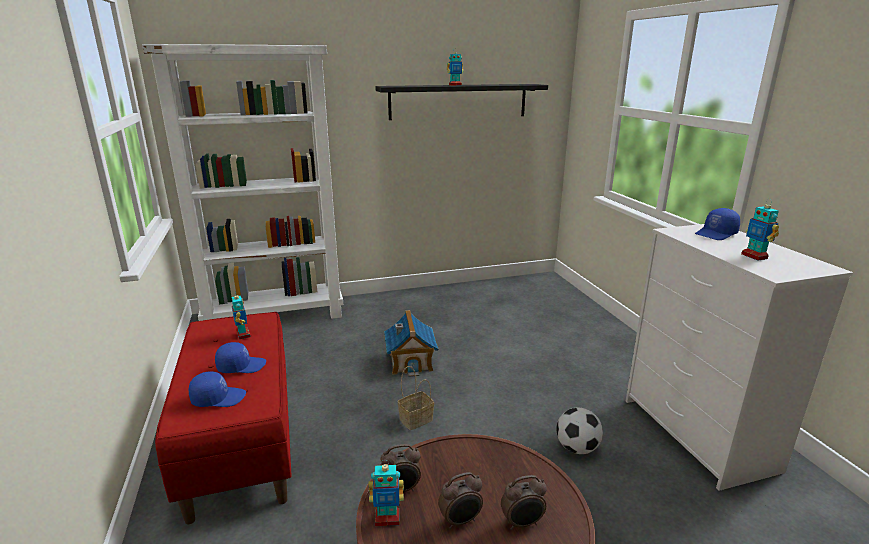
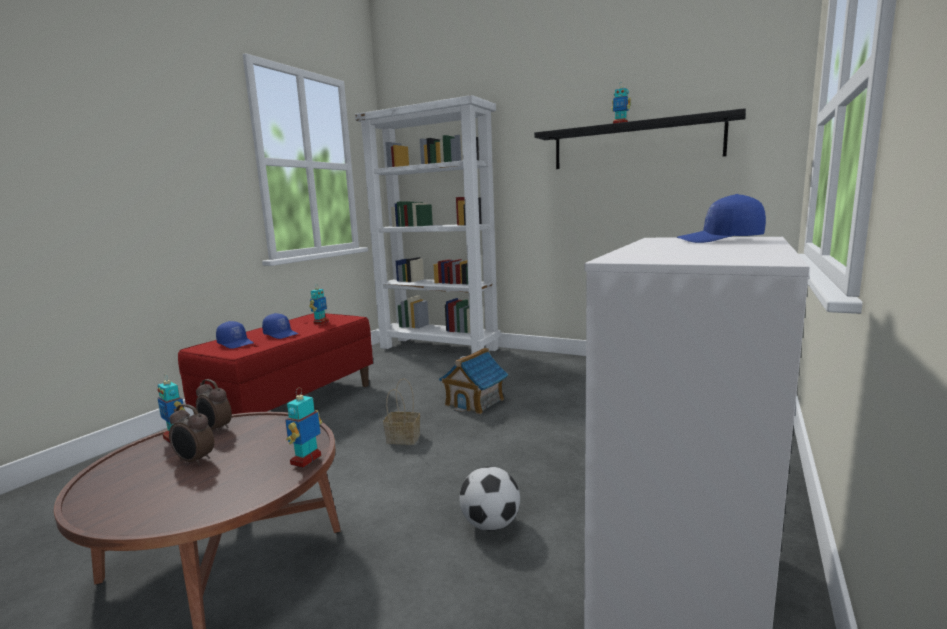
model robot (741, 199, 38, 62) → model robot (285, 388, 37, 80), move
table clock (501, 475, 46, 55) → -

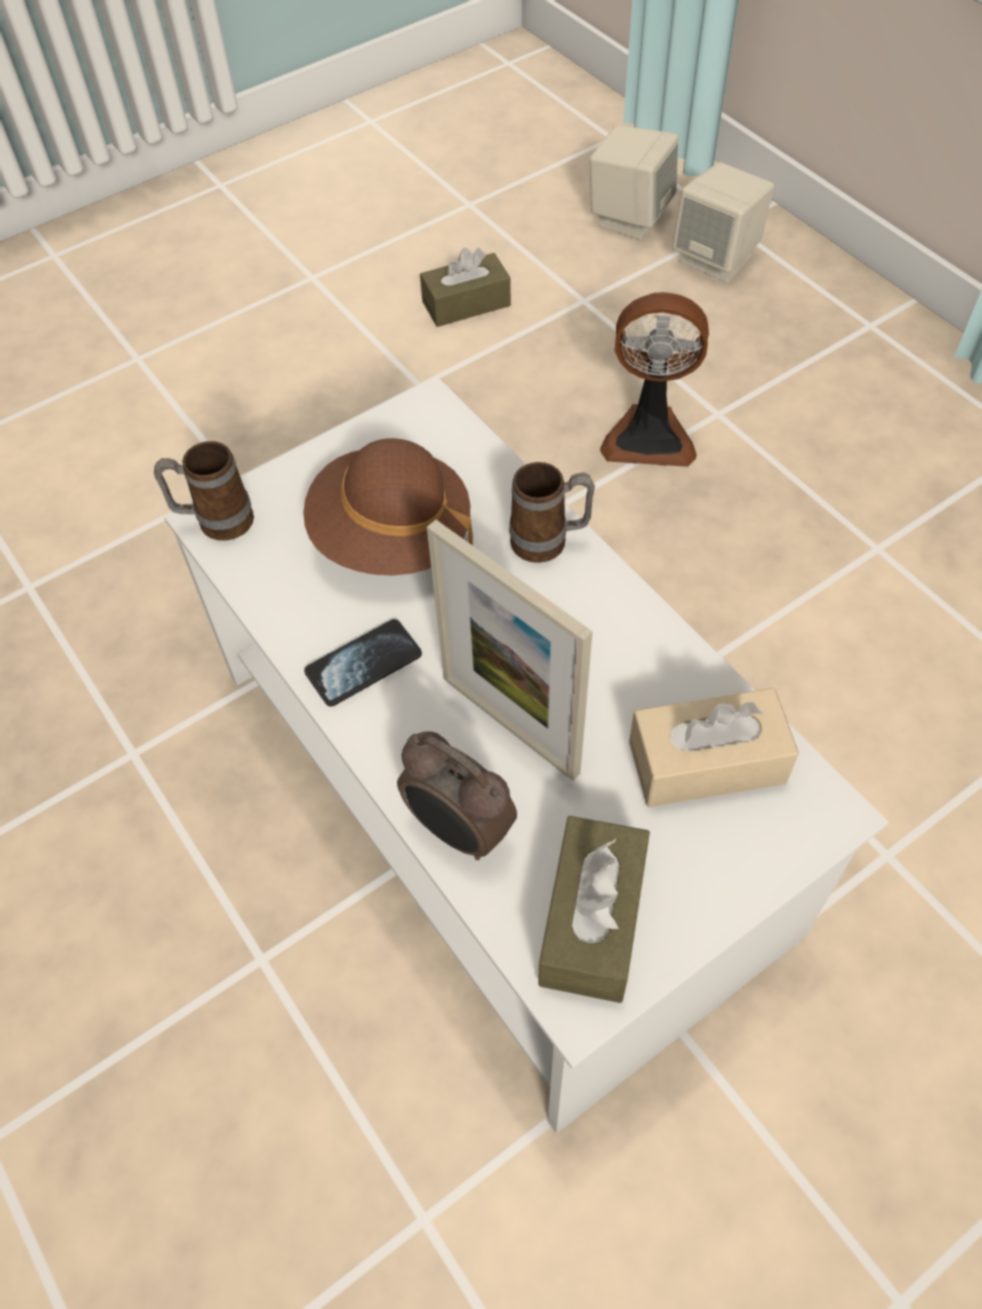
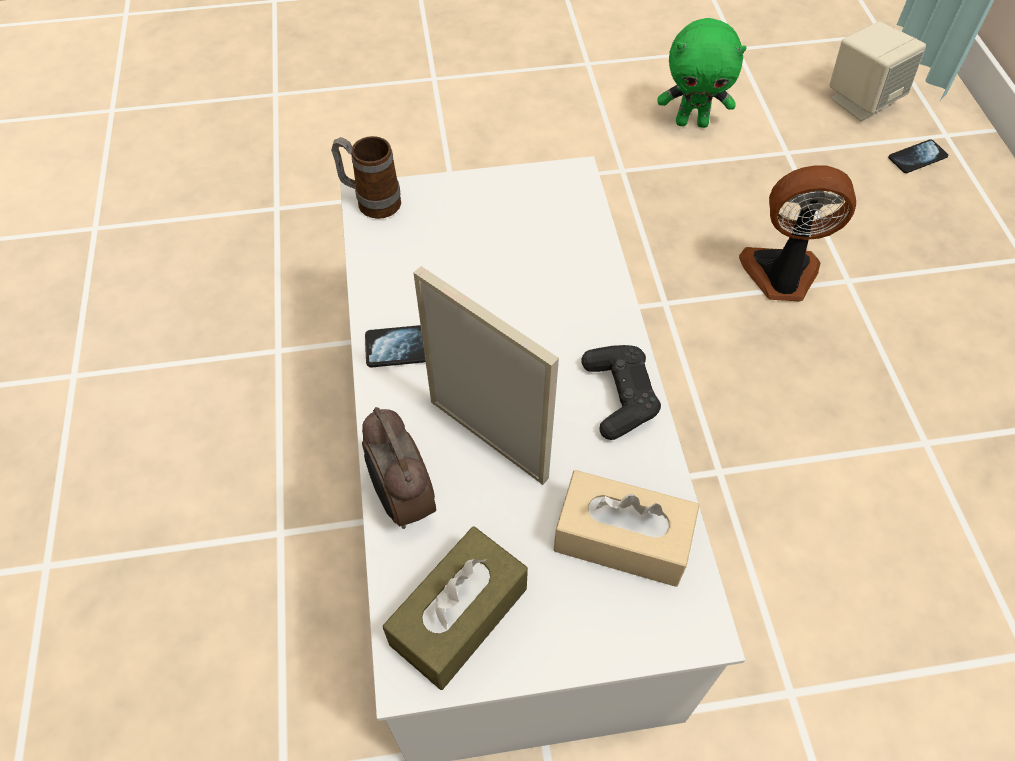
sand-coloured speaker (672, 162, 102, 120) → handset (888, 139, 60, 34)
brown-coloured tissue box (420, 248, 91, 79) → green-coloured soft toy (658, 18, 89, 110)
cooling fan (600, 292, 109, 175) → cooling fan (739, 165, 117, 136), 150 degrees clockwise
brown-coloured hat (303, 438, 170, 137) → -
tea mug (509, 462, 86, 101) → -
picture frame (427, 520, 166, 261) → picture frame (413, 266, 146, 219), 150 degrees clockwise
- → black-coloured gamepad (581, 345, 80, 95)

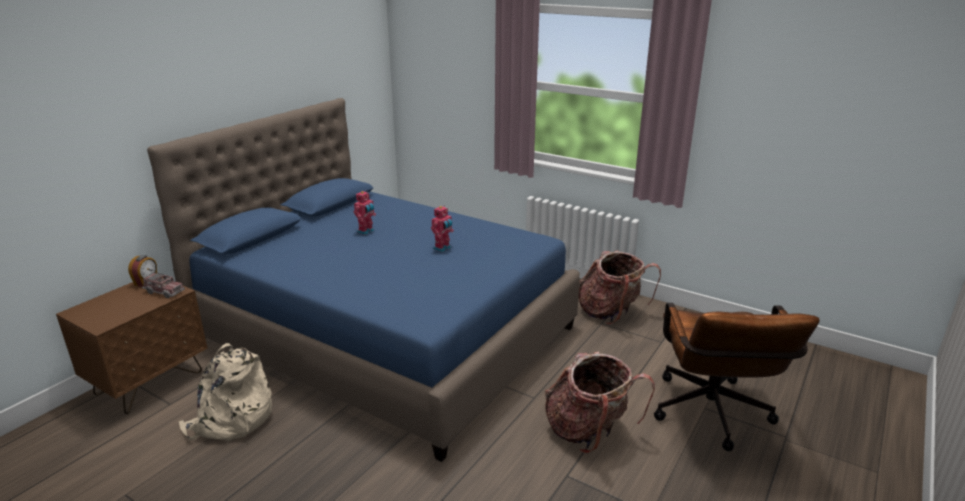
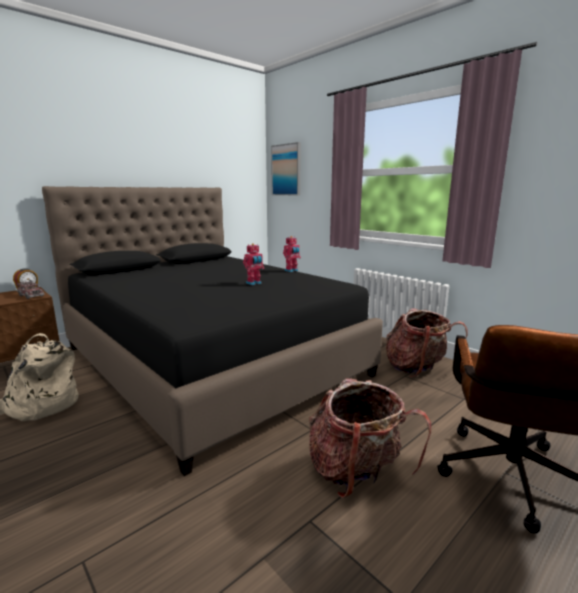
bluish sleeping bed (147, 98, 433, 364) → black-coloured sleeping bed (42, 186, 341, 290)
model robot (354, 191, 22, 44) → model robot (283, 236, 18, 36), move
- → picture (271, 142, 30, 53)

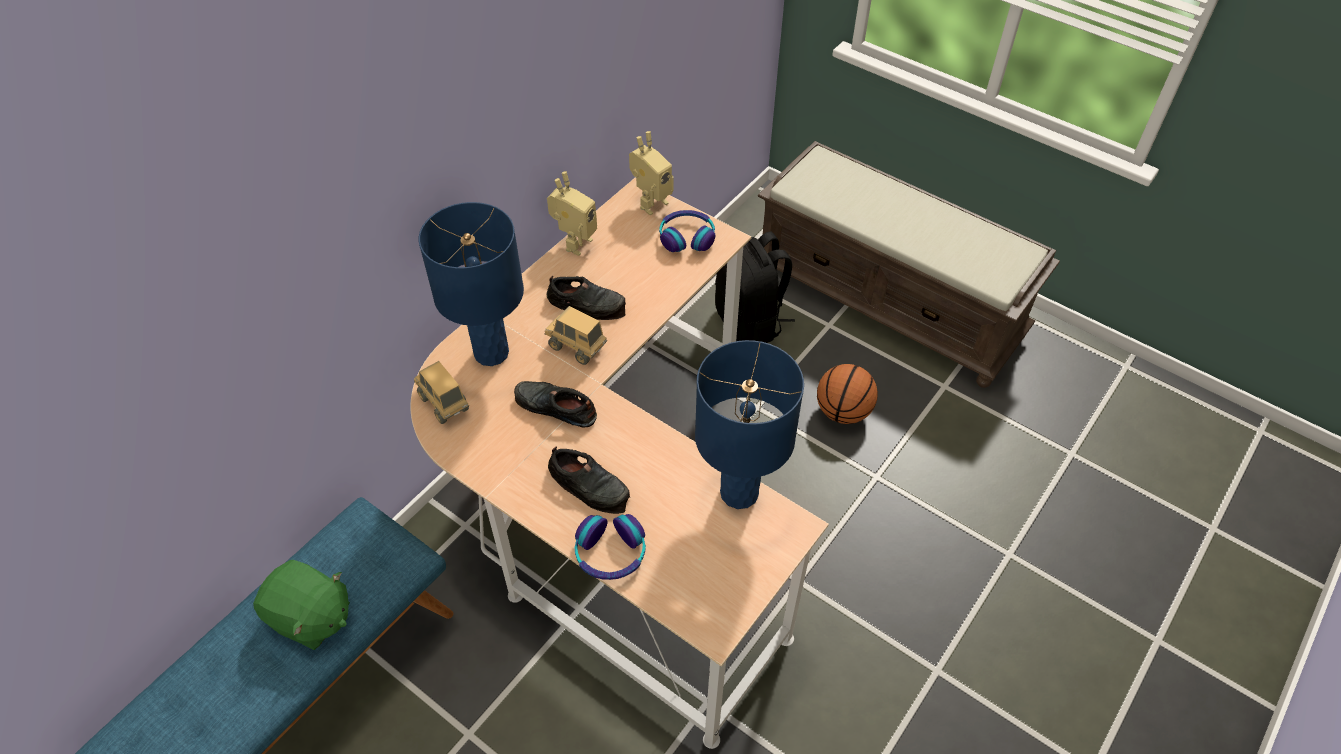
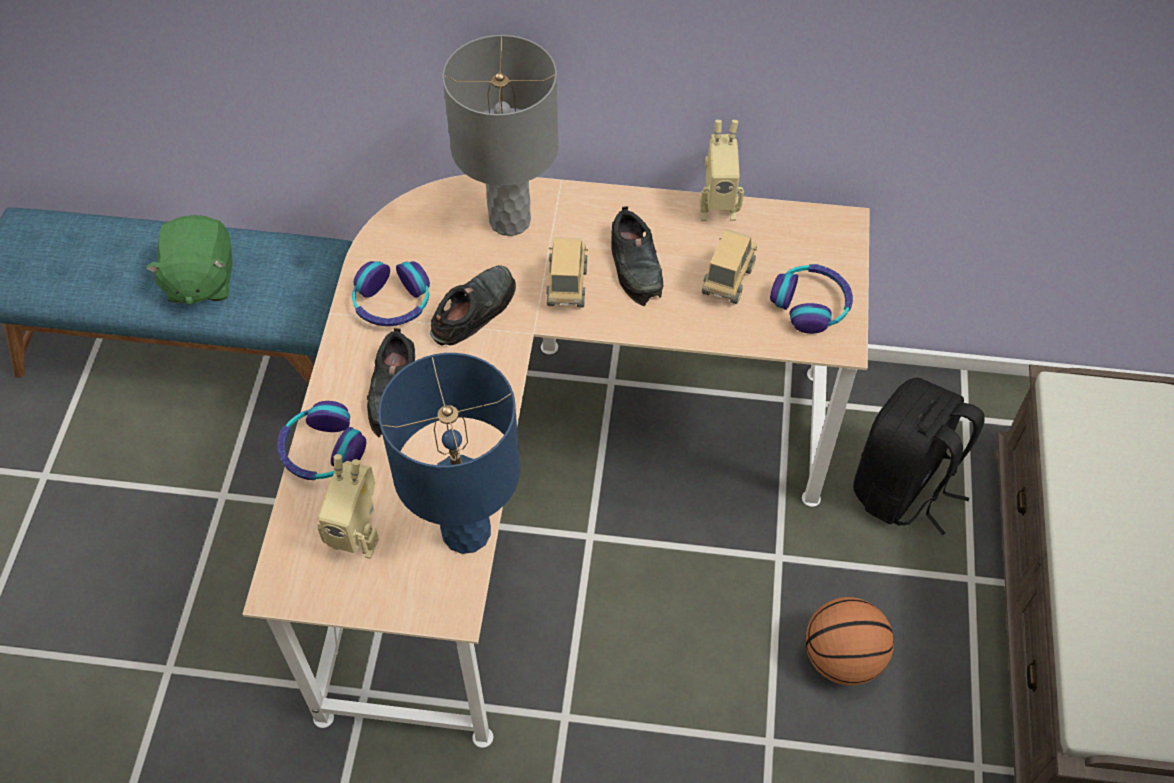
model robot (629, 131, 44, 84) → model robot (317, 454, 62, 105), move
bluish lamp for a table (419, 202, 105, 164) → gray lamp for a table (442, 35, 117, 201)
model truck (414, 361, 55, 63) → model truck (702, 229, 55, 75), move
black-coloured shoe (514, 381, 83, 46) → black-coloured shoe (430, 265, 86, 81), 45 degrees clockwise
- → headphones (352, 261, 78, 65)

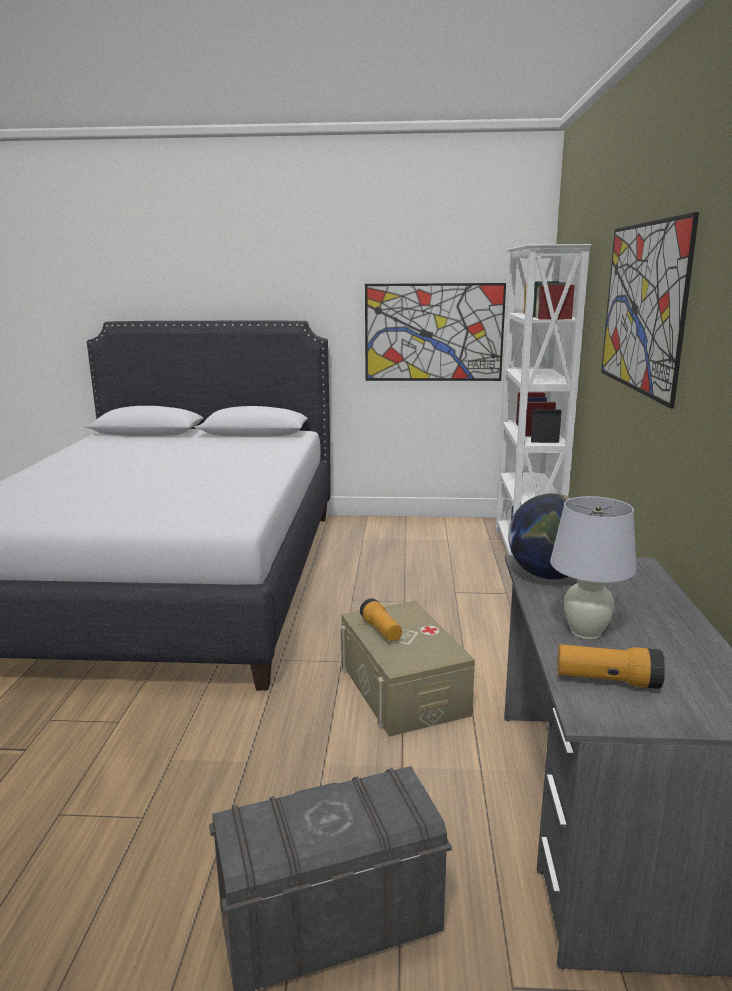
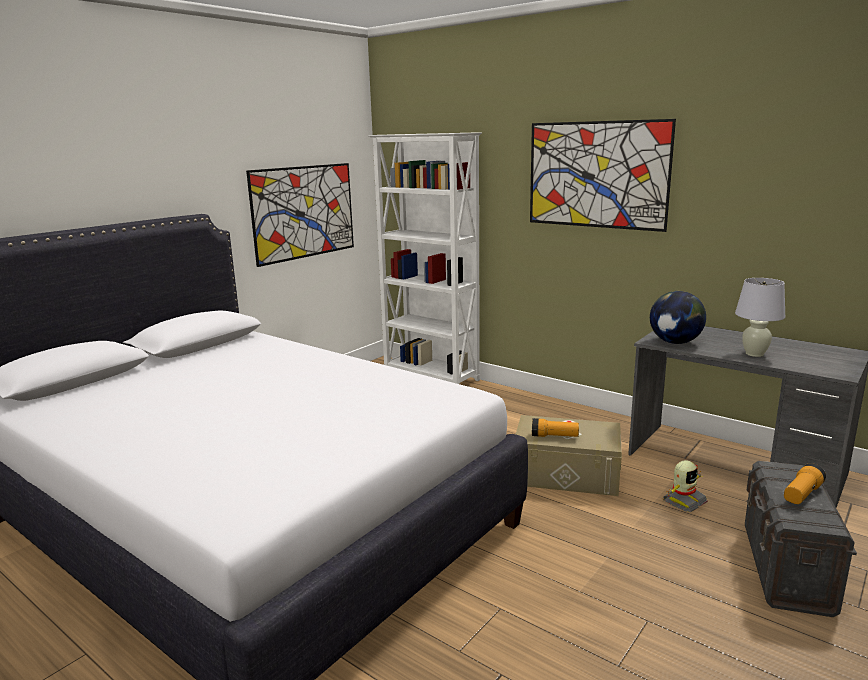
torch (557, 645, 108, 44) → torch (784, 463, 42, 41), move
- → model robot (663, 460, 45, 52)

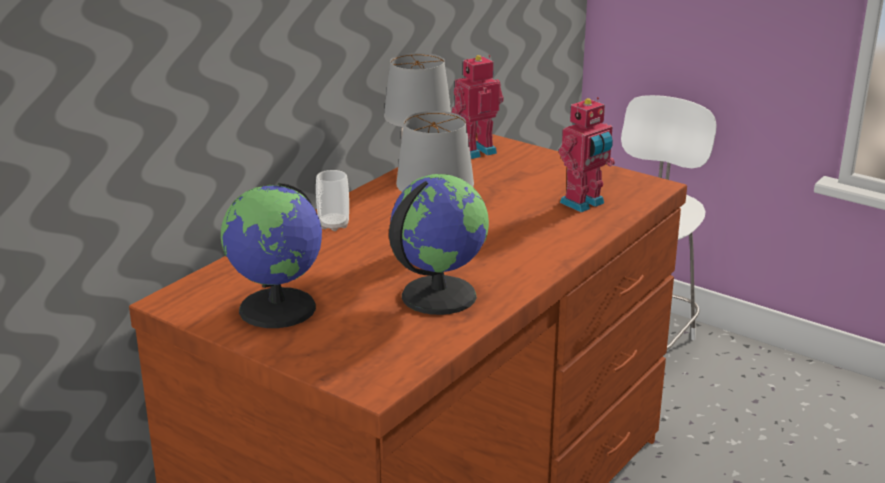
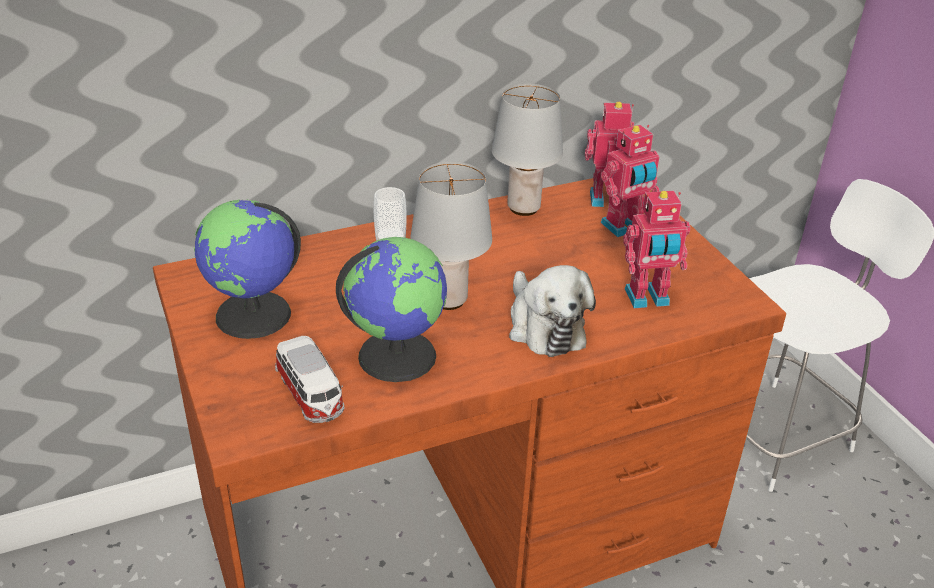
- → model robot (600, 125, 60, 112)
- → soft toy (509, 265, 87, 92)
- → model car (275, 336, 70, 87)

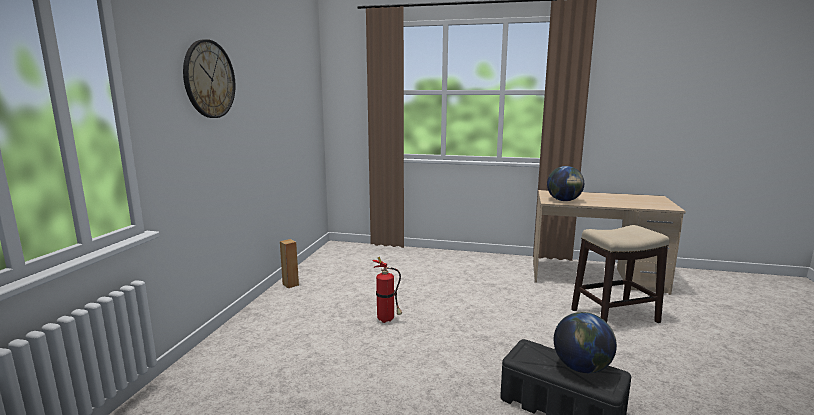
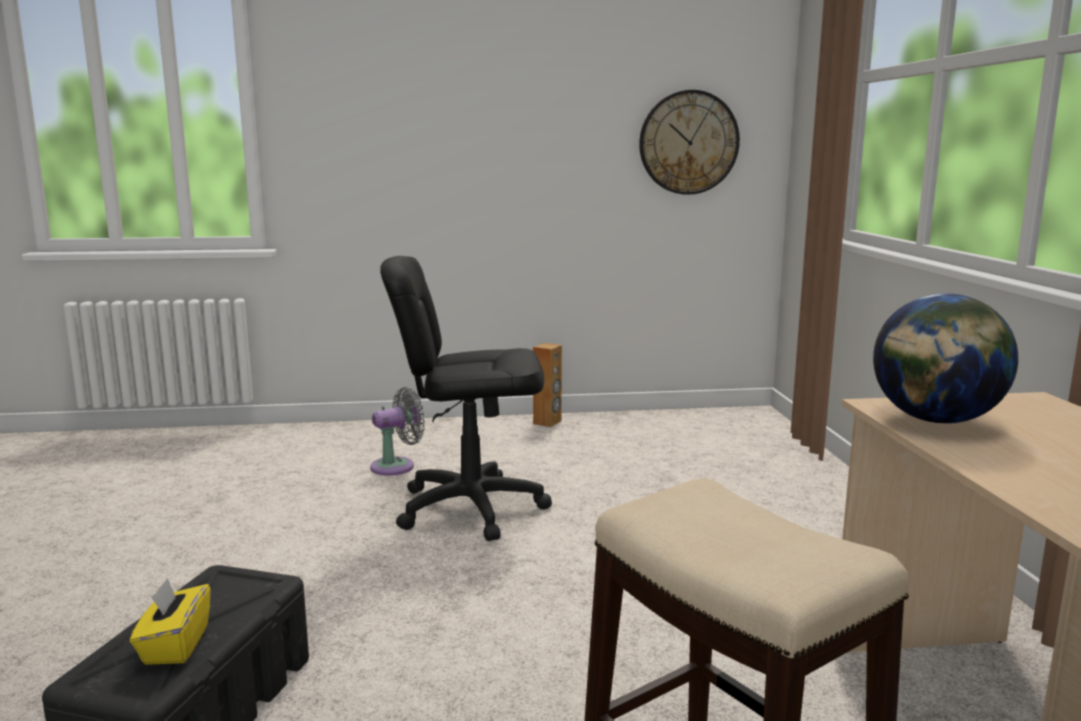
wall clock (183, 39, 52, 79) → wall clock (639, 90, 101, 105), move
fire extinguisher (373, 257, 29, 66) → black-coloured computer chair (380, 256, 172, 285)
desk globe (554, 312, 63, 61) → yellow tissue box (130, 578, 81, 87)
- → gray cooling fan (370, 387, 55, 89)

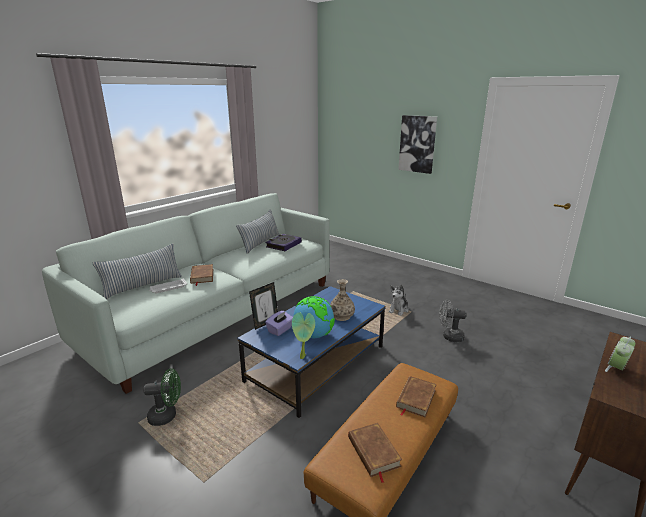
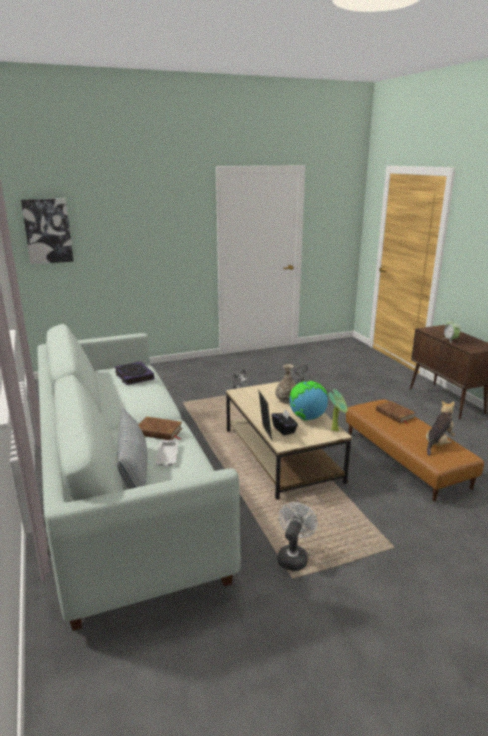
picture (398, 115, 39, 59) → picture (21, 198, 53, 66), move
throw pillow (236, 209, 43, 45) → -
bluish coffee table (238, 286, 148, 132) → sand-coloured coffee table (226, 382, 126, 118)
purple tissue box (265, 311, 28, 25) → black-coloured tissue box (271, 409, 27, 26)
green-coloured cooling fan (143, 368, 38, 58) → white-coloured cooling fan (277, 502, 41, 69)
brown-coloured book (348, 423, 54, 60) → soft toy (426, 400, 29, 56)

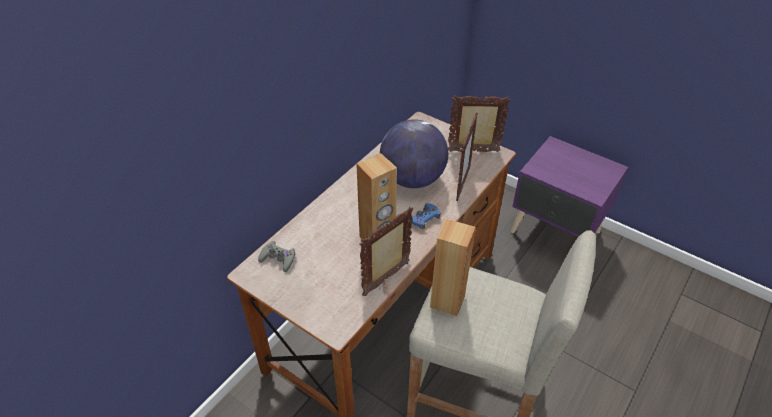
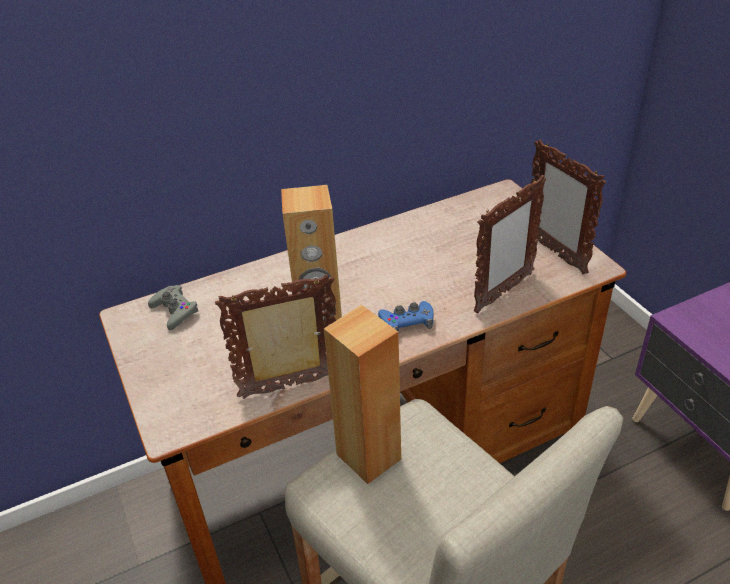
picture frame (448, 96, 63, 56) → picture frame (531, 140, 75, 134), 150 degrees counterclockwise
desk globe (380, 119, 68, 69) → -

